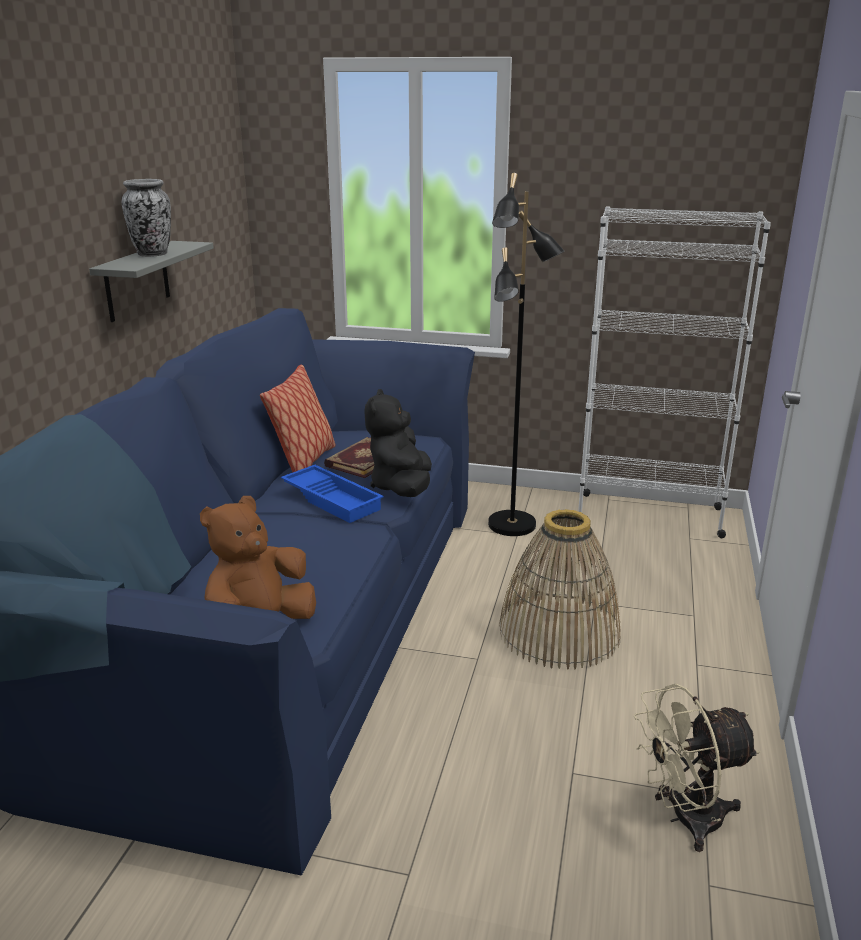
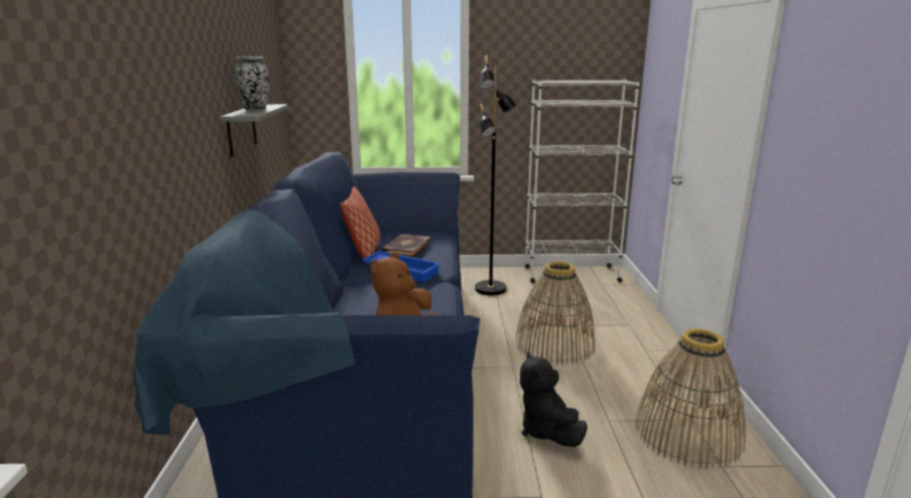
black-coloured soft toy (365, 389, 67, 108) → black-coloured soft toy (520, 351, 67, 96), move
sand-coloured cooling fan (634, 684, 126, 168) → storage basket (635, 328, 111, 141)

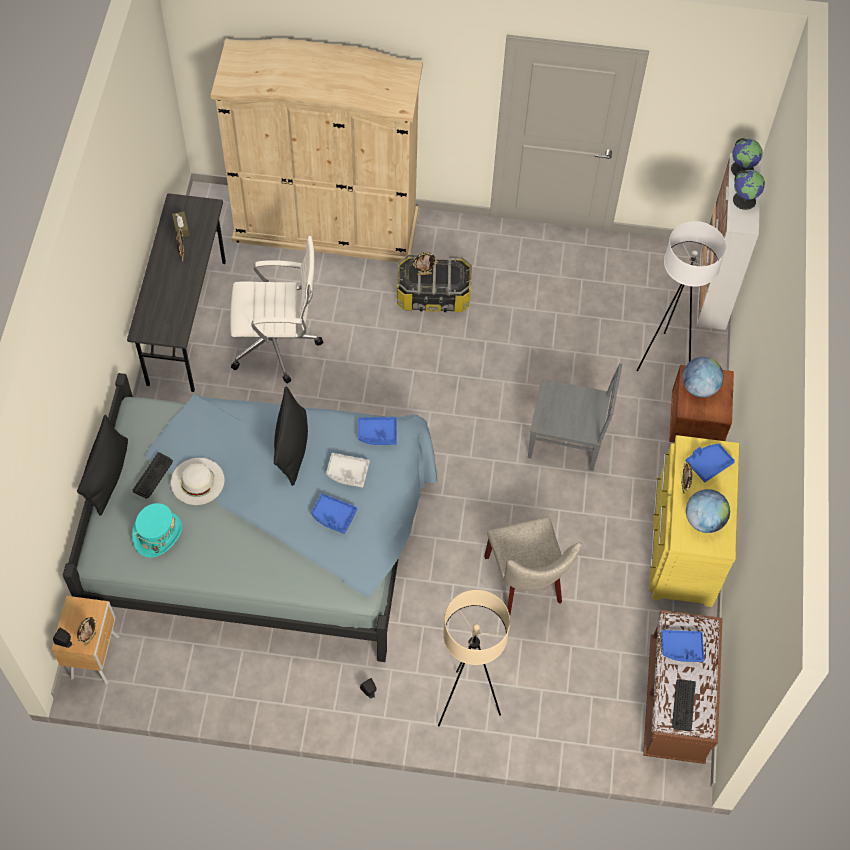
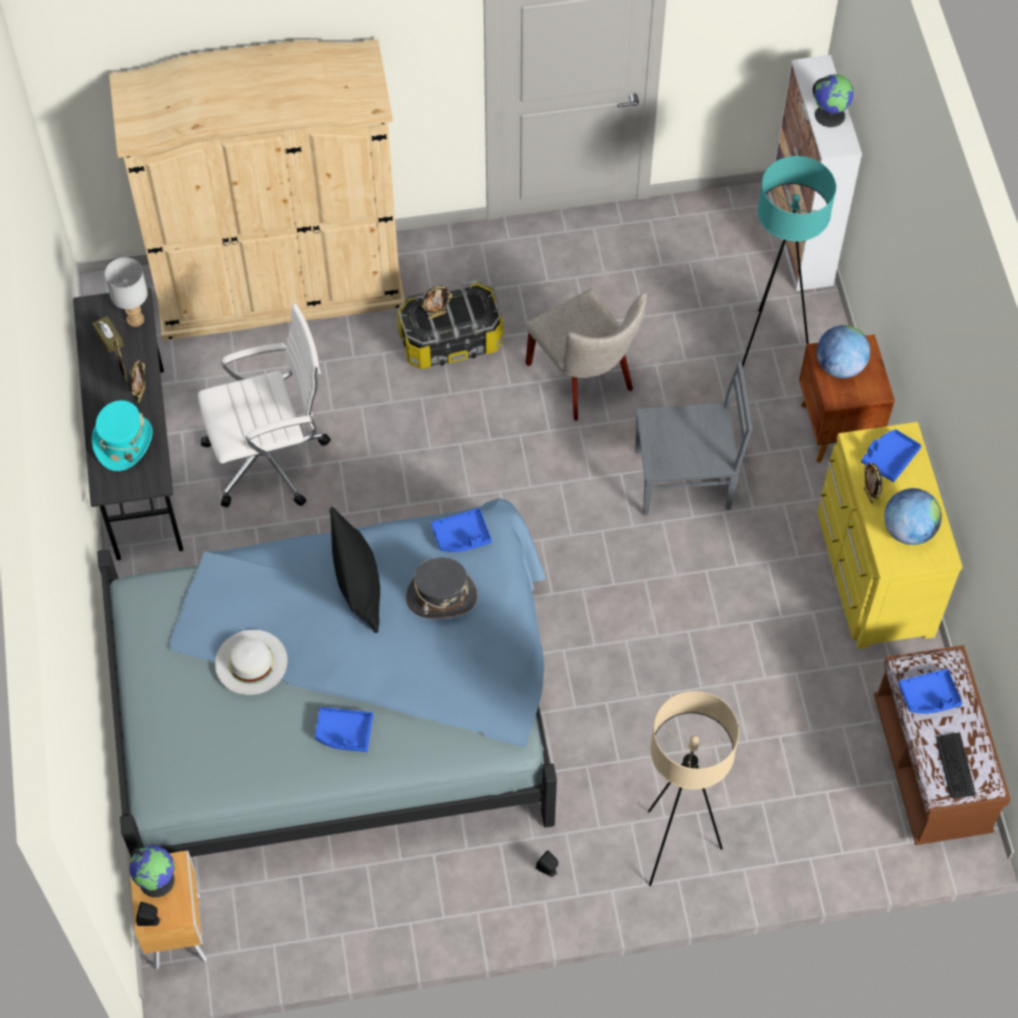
desk globe (731, 138, 32, 37) → desk globe (129, 845, 46, 52), move
white-coloured standard lamp (636, 221, 90, 150) → turquoise-coloured standard lamp (742, 156, 94, 211)
black-coloured throw pillow (77, 415, 51, 101) → -
keyboard (133, 452, 40, 46) → -
gray serving tray (326, 453, 44, 35) → gray hat (406, 558, 71, 61)
bluish serving tray (311, 493, 46, 41) → bluish serving tray (315, 707, 58, 45), move
turquoise-coloured hat (132, 503, 50, 55) → turquoise-coloured hat (92, 400, 61, 71), move
sand-coloured upright chair (484, 516, 98, 99) → sand-coloured upright chair (526, 289, 121, 132), move
picture frame (77, 617, 20, 29) → picture frame (129, 360, 17, 43), move
- → gray lamp for a table (105, 257, 43, 70)

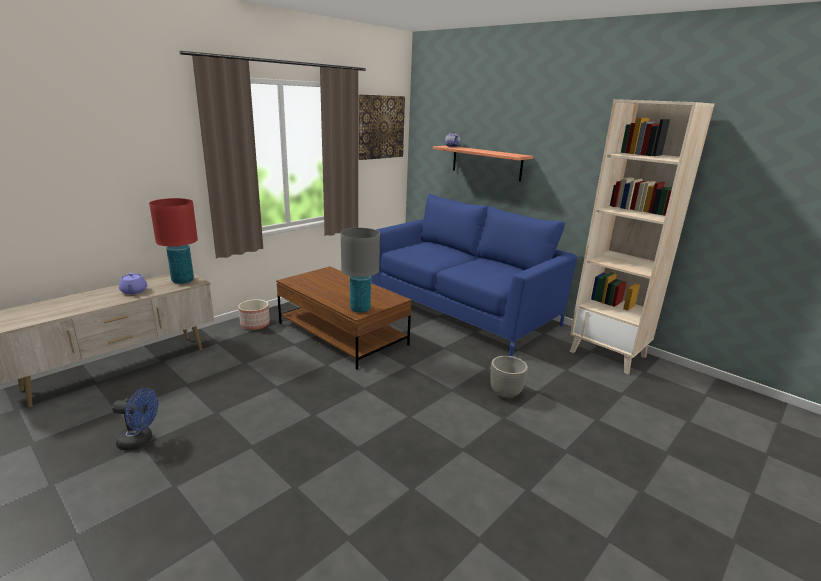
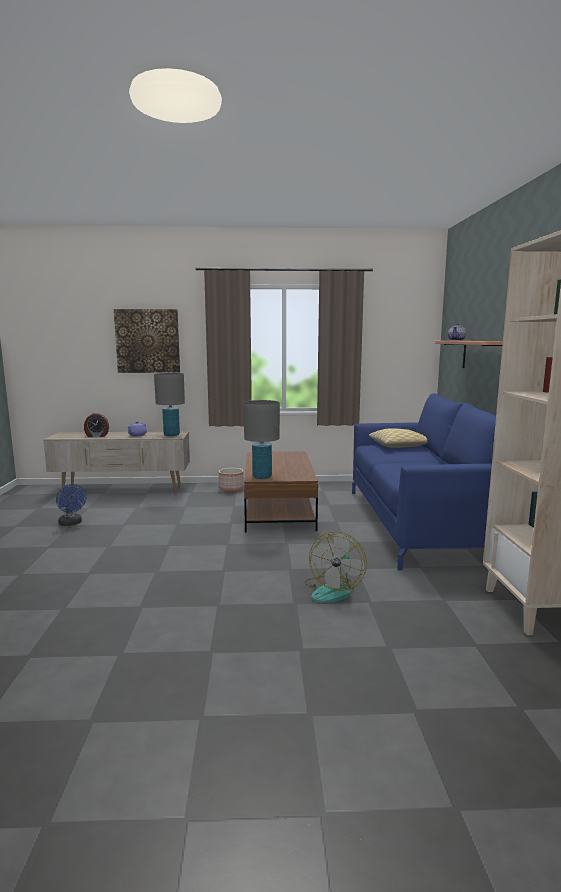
picture (358, 94, 47, 66) → picture (114, 309, 66, 64), move
red-coloured lamp for a table (149, 198, 49, 86) → gray lamp for a table (154, 373, 31, 63)
planter (490, 356, 38, 43) → cooling fan (305, 531, 62, 72)
- → table clock (84, 413, 25, 24)
- → throw pillow (369, 428, 58, 20)

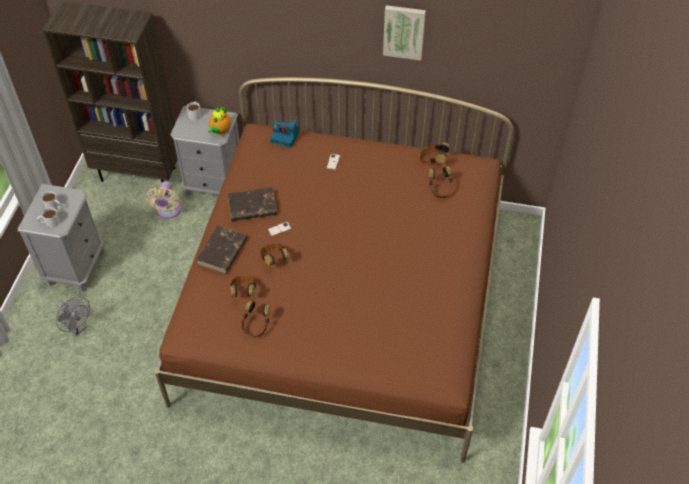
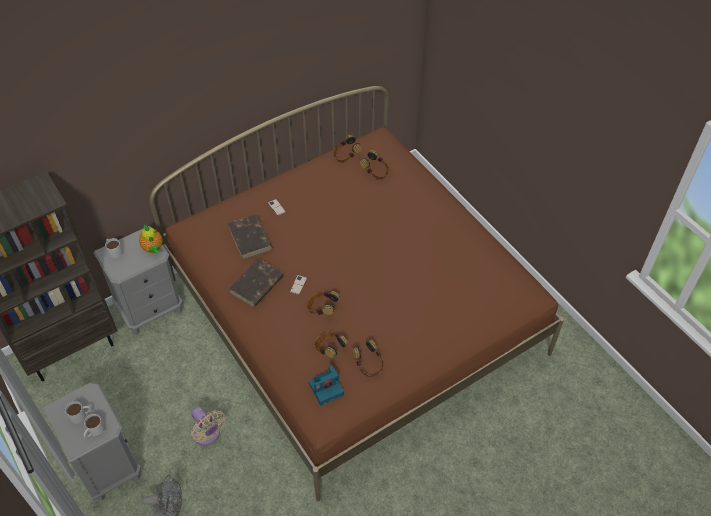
picture (383, 5, 43, 56) → -
still camera (270, 120, 29, 28) → still camera (309, 365, 35, 40), move
sand-coloured cooling fan (146, 181, 35, 38) → sand-coloured cooling fan (191, 406, 35, 39), move
brown-coloured book (196, 225, 51, 49) → brown-coloured book (228, 215, 45, 45), move

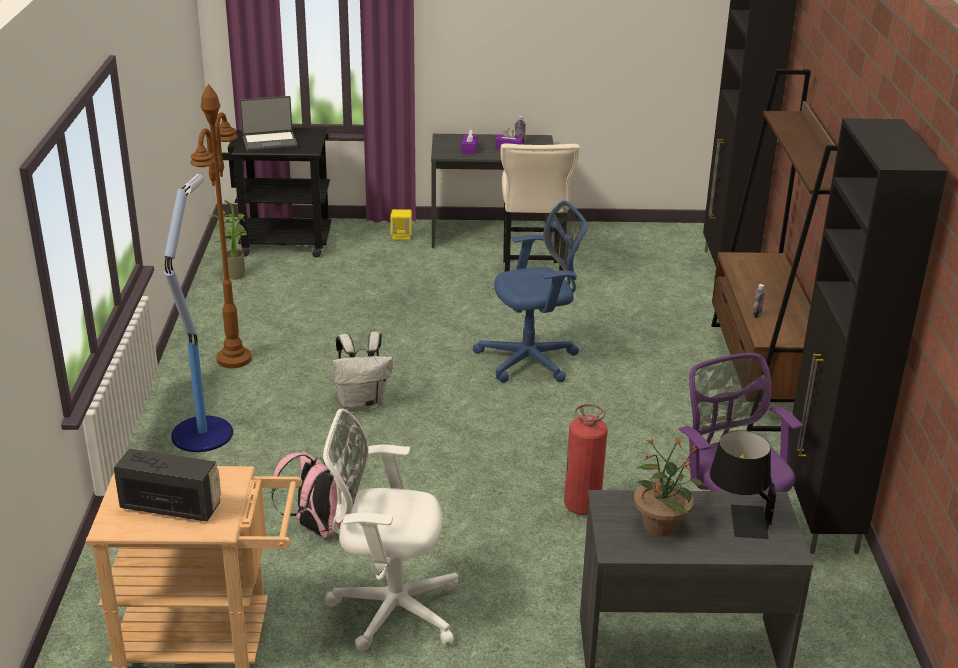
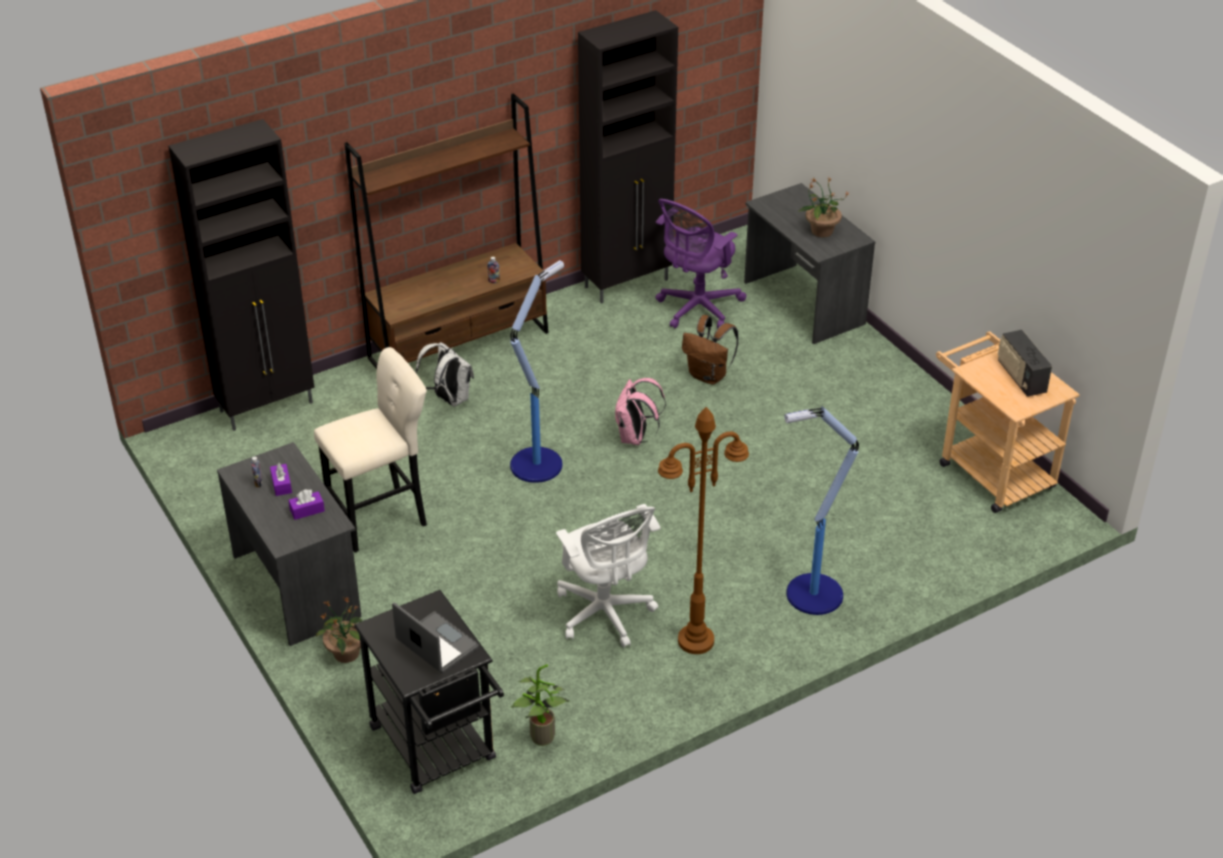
bluish computer chair (473, 201, 115, 182) → standard lamp (510, 260, 54, 223)
yellow speaker (390, 209, 22, 30) → potted plant (316, 596, 46, 67)
white-coloured rucksack (332, 332, 61, 79) → white-coloured rucksack (415, 342, 59, 65), move
fire extinguisher (564, 404, 44, 111) → brown-coloured rucksack (682, 315, 57, 70)
white-coloured computer chair (323, 409, 135, 242) → white-coloured computer chair (556, 504, 105, 143), move
black-coloured lamp for a table (710, 430, 66, 109) → -
pink rucksack (271, 451, 76, 87) → pink rucksack (615, 378, 51, 67), move

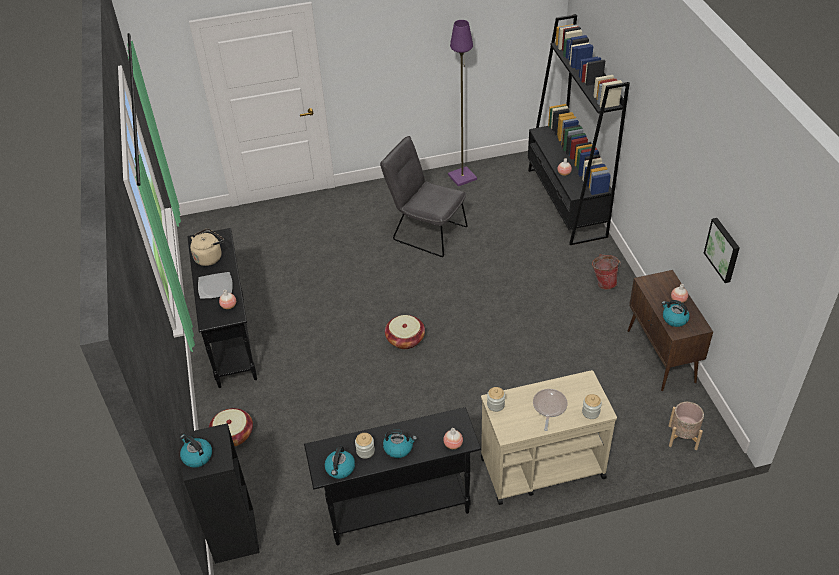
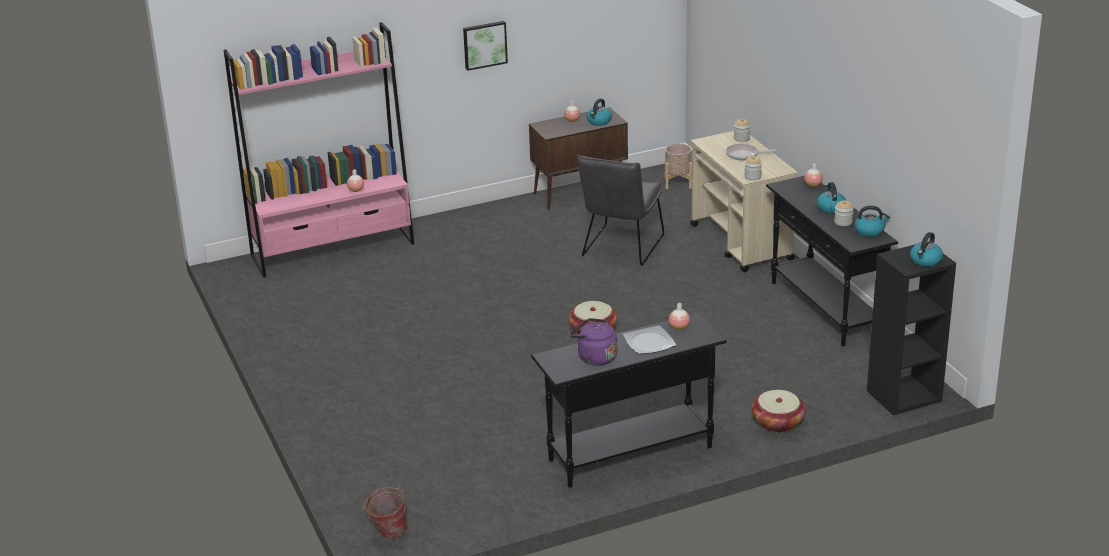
black-coloured bookcase (528, 14, 102, 231) → pink bookcase (224, 22, 190, 256)
purple standard lamp (448, 20, 29, 166) → -
gray upright chair (380, 136, 88, 121) → gray upright chair (577, 155, 87, 110), move
picture (704, 218, 36, 65) → picture (463, 21, 45, 50), move
sand-coloured kettle (190, 228, 34, 38) → purple kettle (570, 318, 47, 48)
pail (592, 254, 29, 36) → pail (363, 487, 44, 52), move

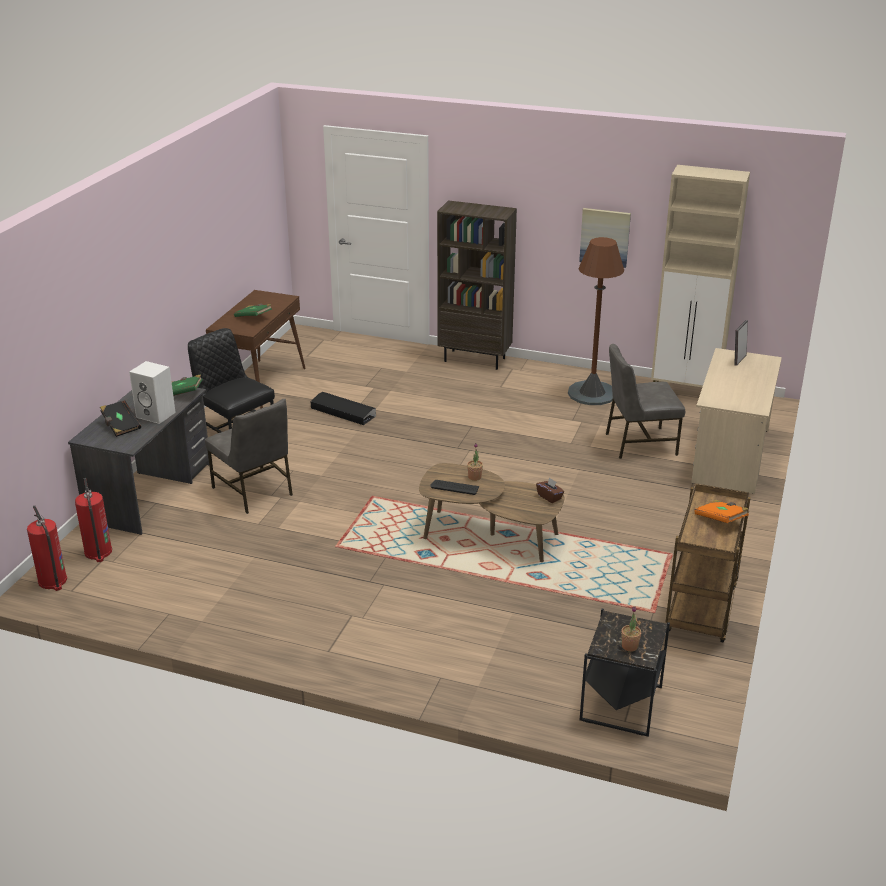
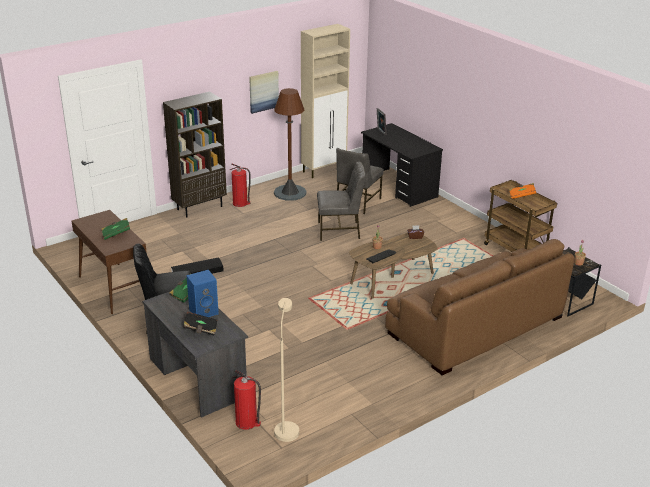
sand-coloured desk unit (691, 348, 91, 146) → black-coloured desk unit (361, 123, 82, 84)
white-coloured speaker (129, 361, 47, 63) → bluish speaker (186, 270, 33, 47)
gray upright chair (205, 398, 88, 116) → gray upright chair (317, 162, 49, 79), move
fire extinguisher (27, 506, 40, 85) → fire extinguisher (230, 163, 21, 44), move
- → brown-coloured couch (385, 239, 189, 136)
- → sand-coloured standard lamp (274, 298, 25, 144)

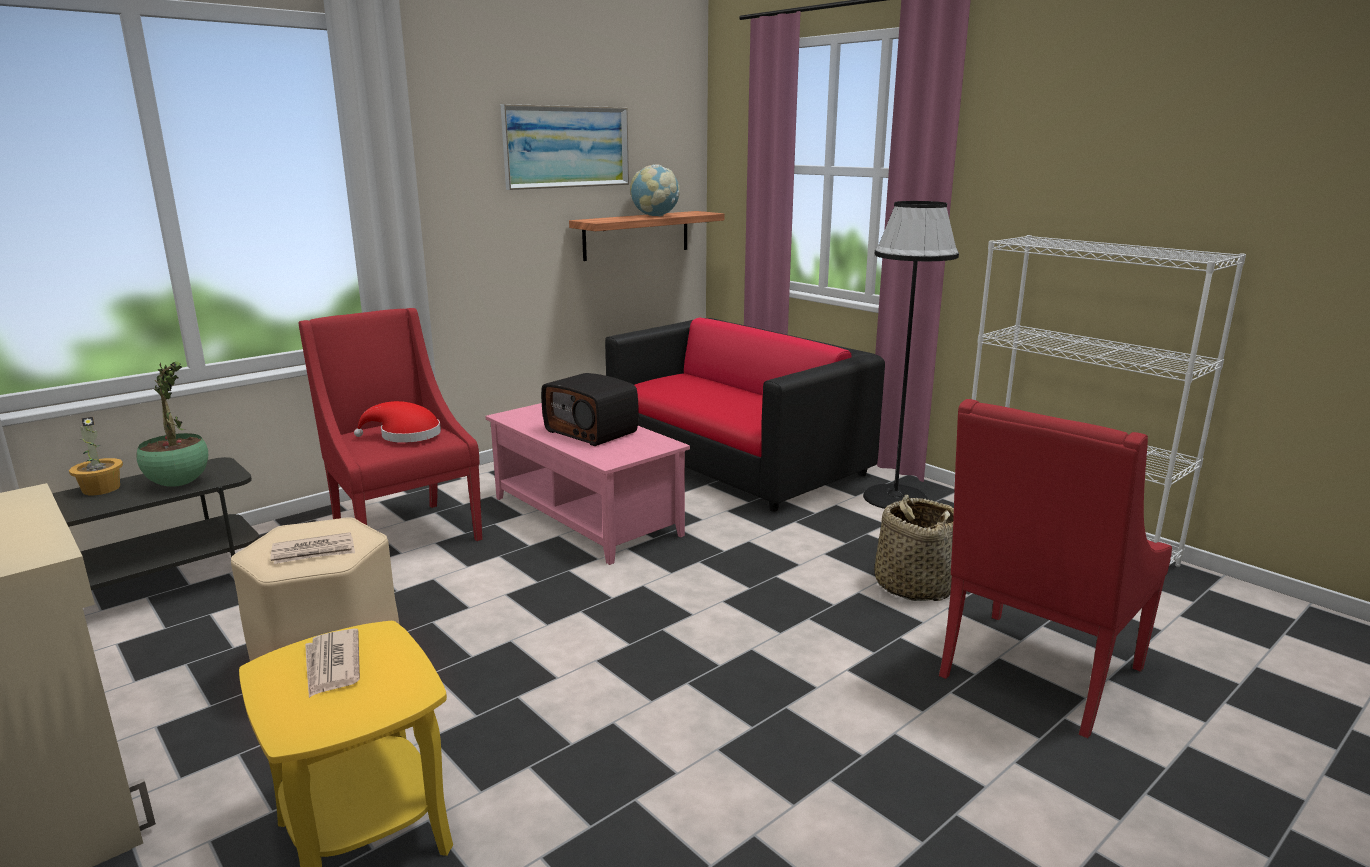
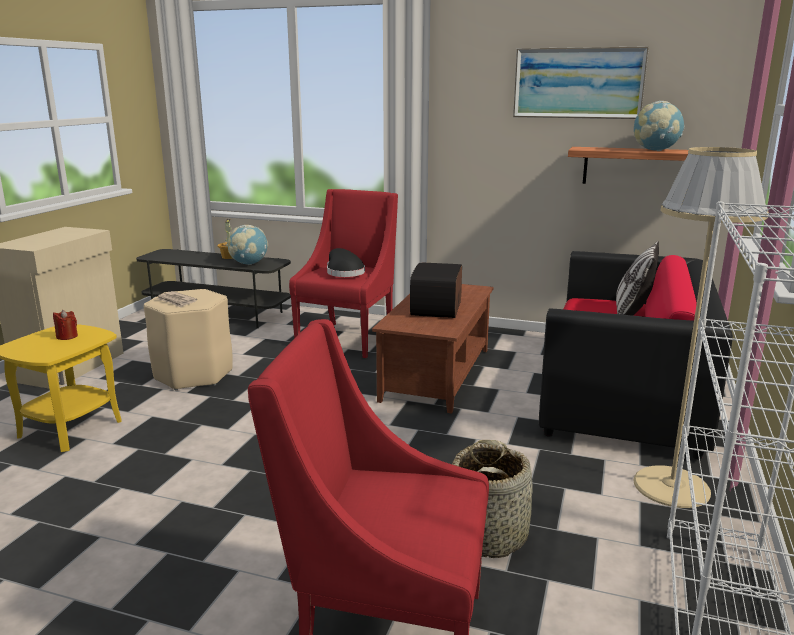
black-coloured standard lamp (863, 201, 96, 308) → sand-coloured standard lamp (633, 147, 136, 361)
potted plant (136, 362, 73, 125) → desk globe (228, 225, 40, 40)
red-coloured hat (354, 401, 87, 42) → black-coloured hat (327, 248, 38, 29)
pink coffee table (485, 403, 205, 162) → brown-coloured coffee table (372, 284, 122, 130)
printed paper (305, 628, 55, 70) → red-coloured candle (53, 310, 25, 30)
- → throw pillow (616, 241, 43, 75)

